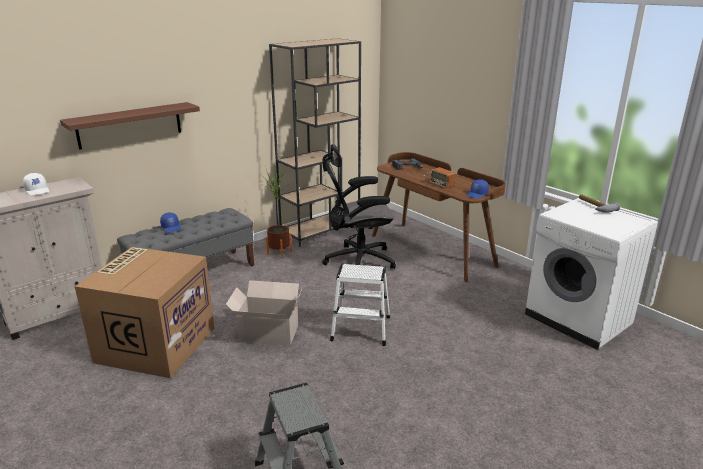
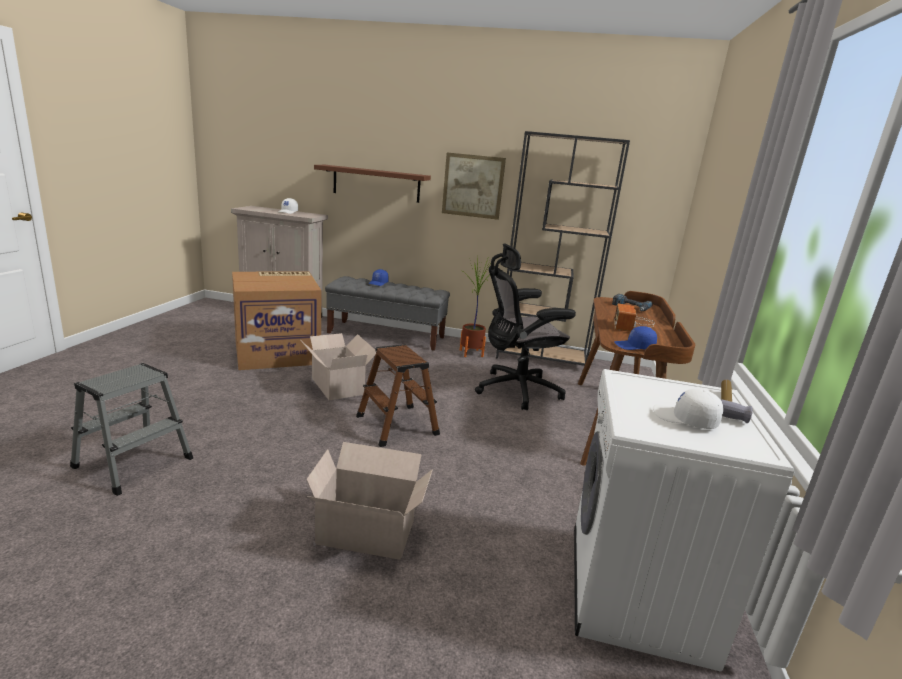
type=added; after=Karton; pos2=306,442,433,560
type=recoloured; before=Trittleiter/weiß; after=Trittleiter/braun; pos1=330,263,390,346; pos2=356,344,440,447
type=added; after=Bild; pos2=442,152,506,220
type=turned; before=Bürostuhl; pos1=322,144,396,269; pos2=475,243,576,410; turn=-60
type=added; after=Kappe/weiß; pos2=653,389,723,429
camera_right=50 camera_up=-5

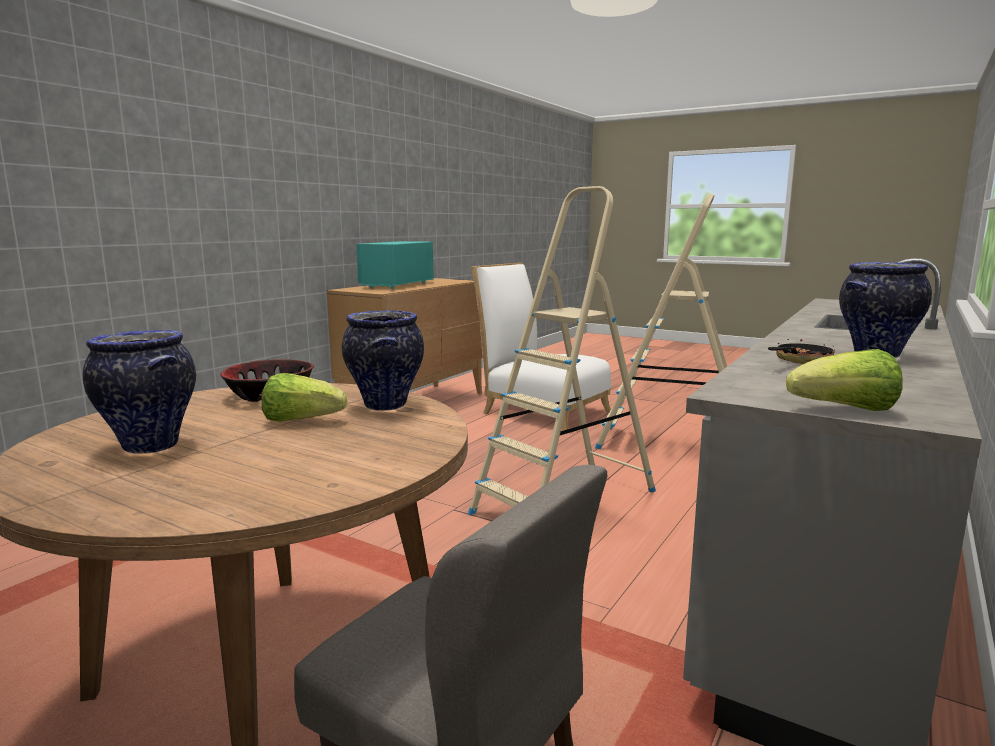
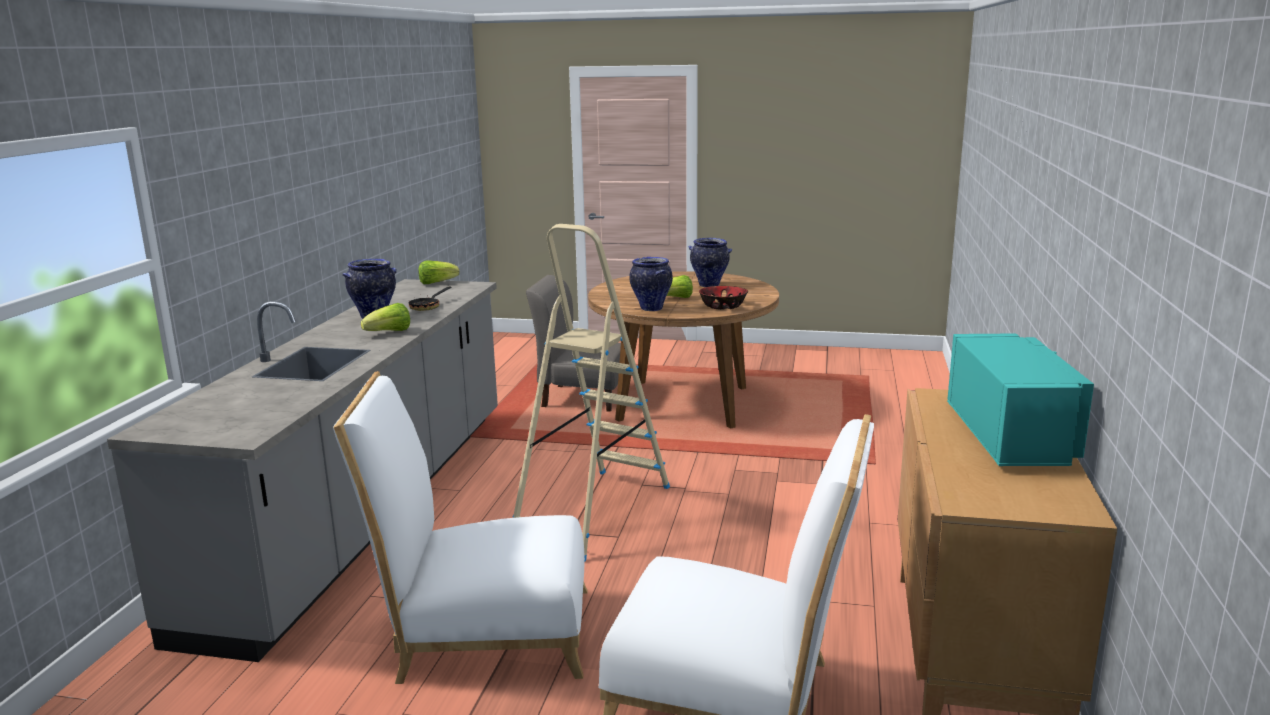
type=replaced; before=Trittleiter/beige; after=Stuhl/weiß; pos1=595,193,727,449; pos2=333,371,588,684
type=added; after=Salatkopf; pos2=361,303,410,331
camera_right=160 camera_up=5

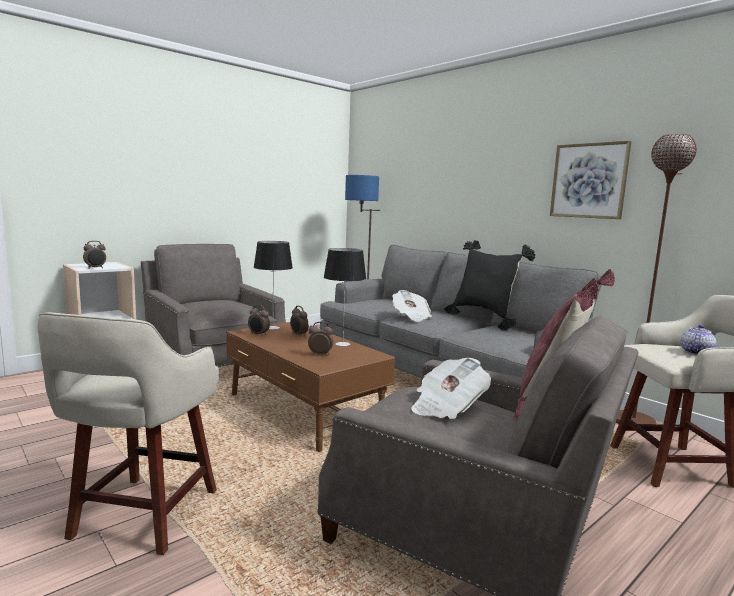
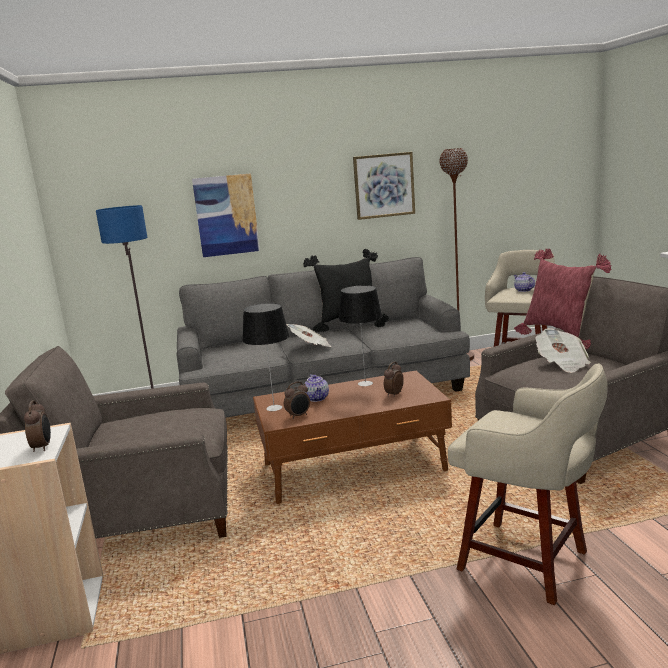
type=added; after=Bild; pos2=192,173,260,257
type=replaced; before=Wecker; after=Teekanne; pos1=290,306,308,337; pos2=304,374,329,402
camera_right=-60 camera_up=5

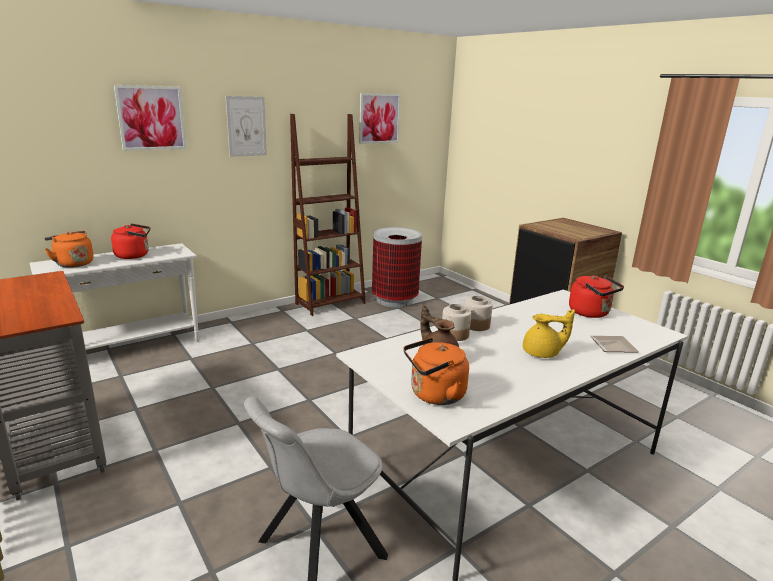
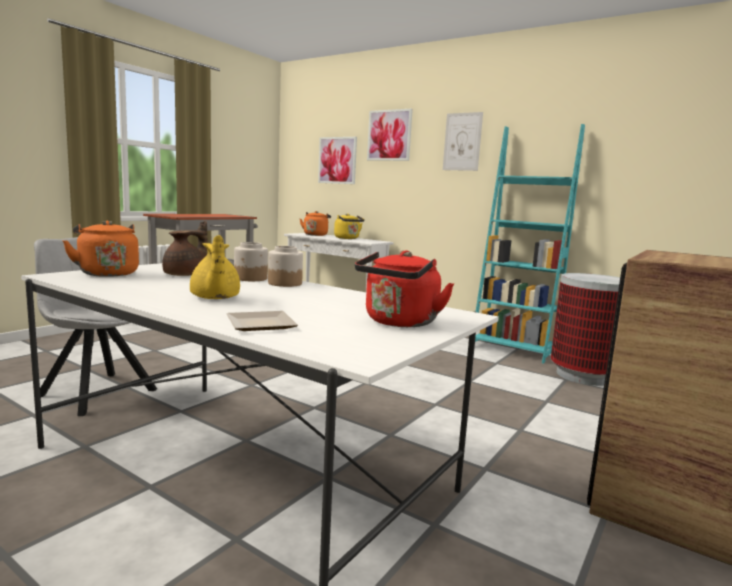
type=moved; before=Bild; pos1=359,93,401,144; pos2=318,137,357,184
type=recoloured; before=Wasserkessel/rot; after=Wasserkessel/gelb; pos1=111,224,151,259; pos2=334,214,365,239
type=recoloured; before=Bücherregal/braun; after=Bücherregal/türkis; pos1=290,114,366,316; pos2=475,124,585,364
camera_right=70 camera_up=-10

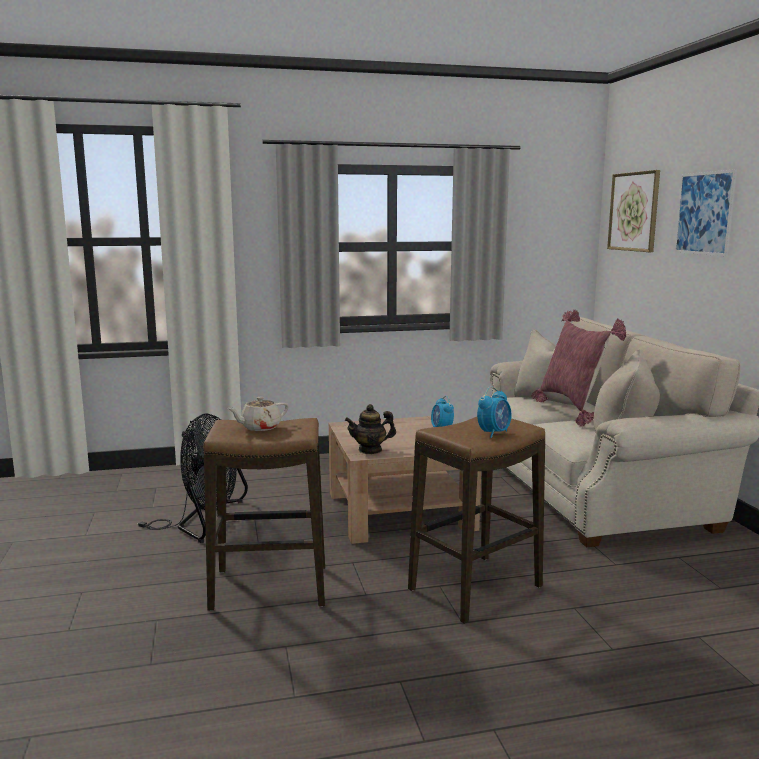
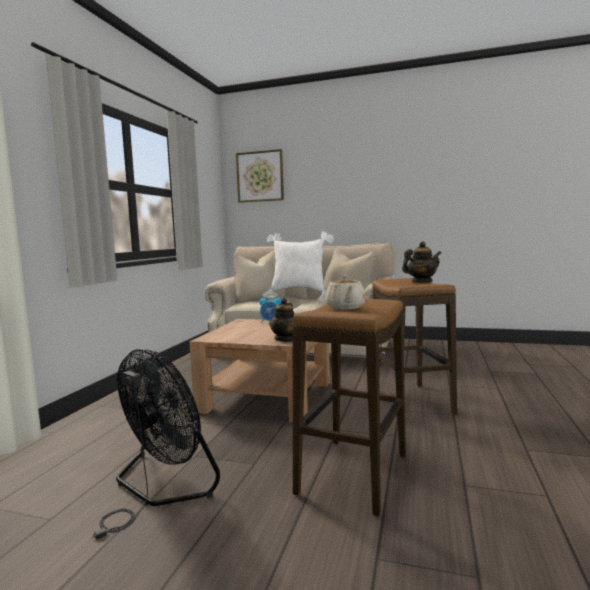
type=recoloured; before=Kissen/rot; after=Kissen/weiß; pos1=531,310,627,426; pos2=262,231,334,302
type=replaced; before=Wecker; after=Teekanne; pos1=477,386,511,438; pos2=402,241,441,282
type=removed; before=Bild; pos1=674,169,737,256
camera_right=-60 camera_up=-5

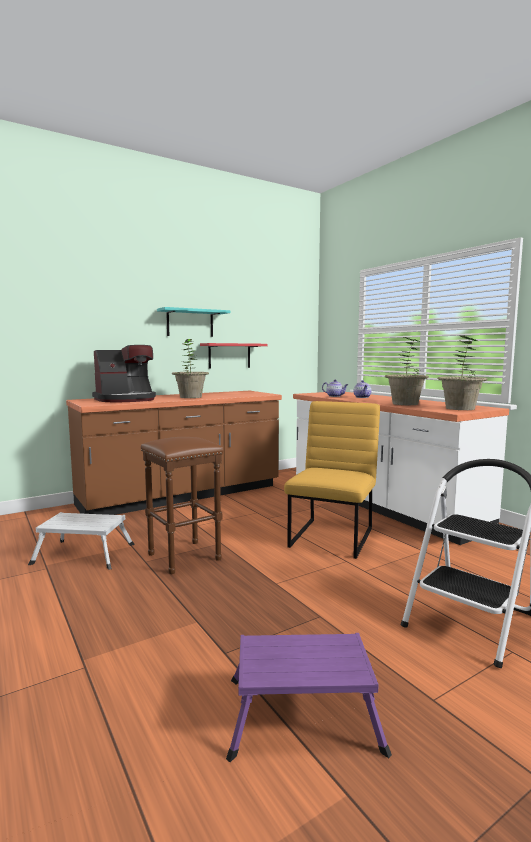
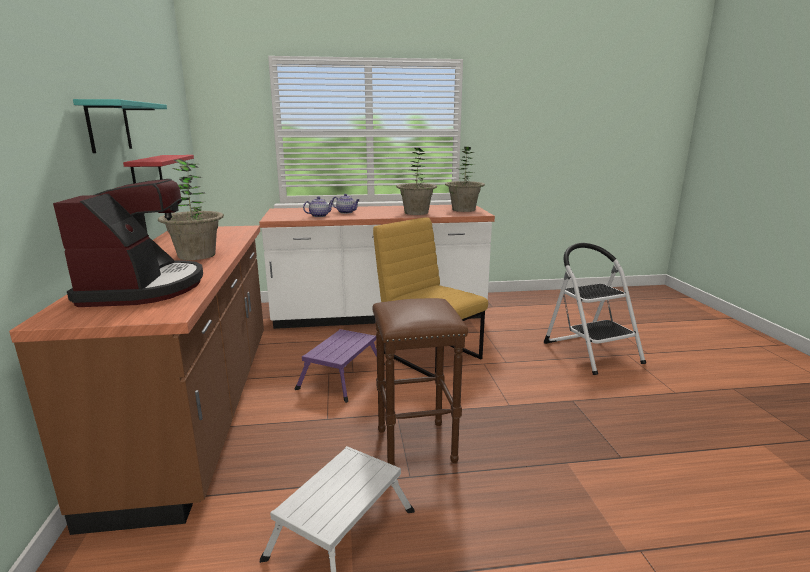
type=moved; before=Trittleiter/lila; pos1=226,633,392,762; pos2=295,329,385,403
camera_right=-65 camera_up=10

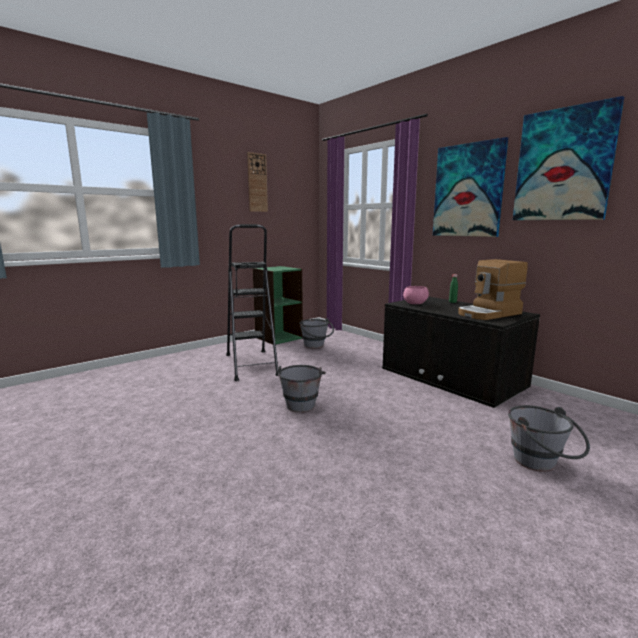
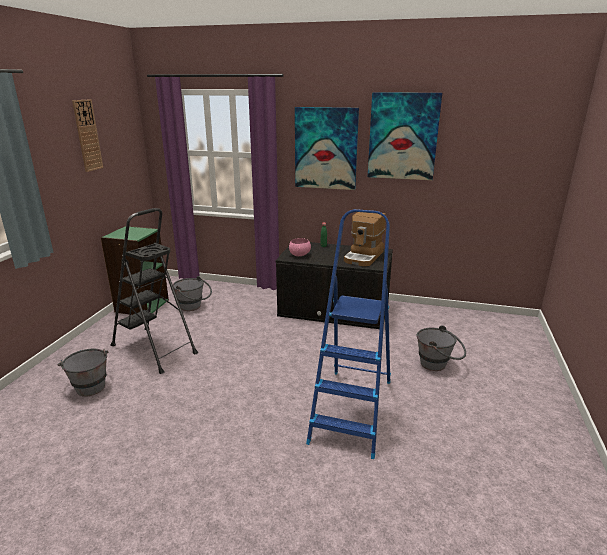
type=moved; before=Eimer/grau; pos1=277,365,326,413; pos2=58,349,108,397
type=added; after=Trittleiter/blau; pos2=306,209,391,459
camera_right=-35 camera_up=10

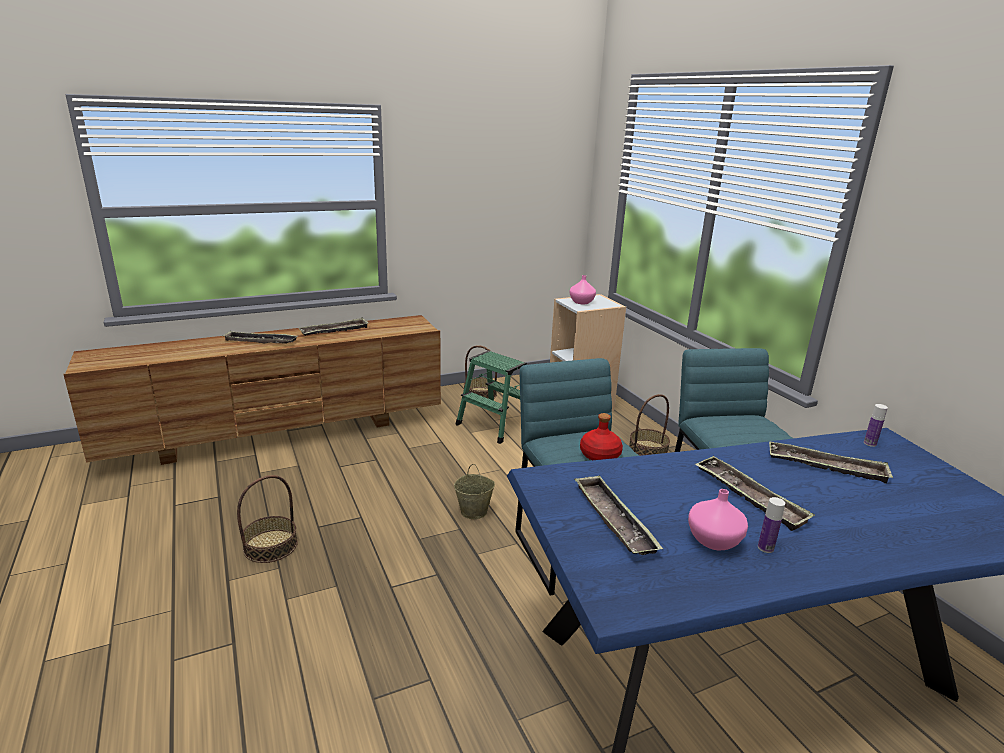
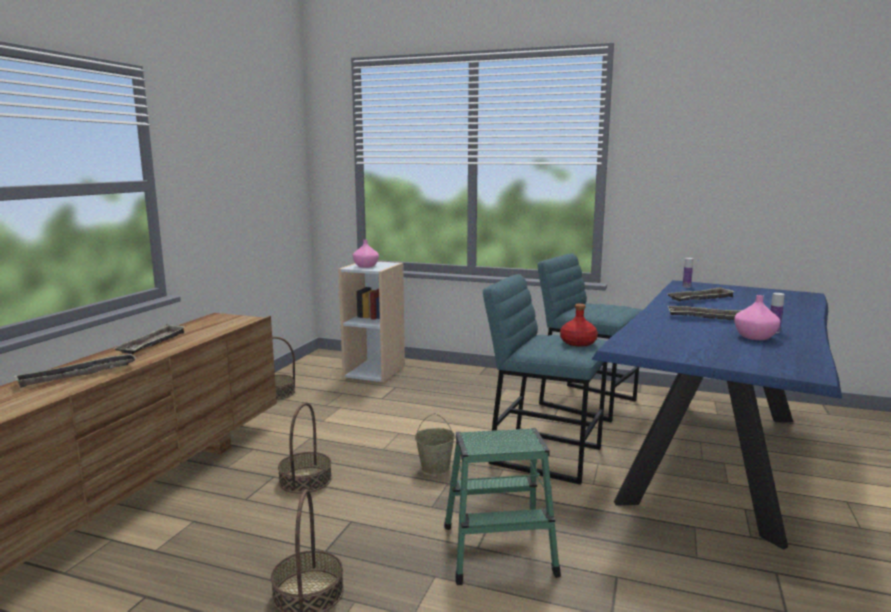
type=moved; before=Korb; pos1=629,394,670,456; pos2=278,402,332,493
type=moved; before=Trittleiter/grün; pos1=455,350,527,444; pos2=444,428,561,585
type=removed; before=Tablett; pos1=574,475,663,555
camera_right=-45 camera_up=-10

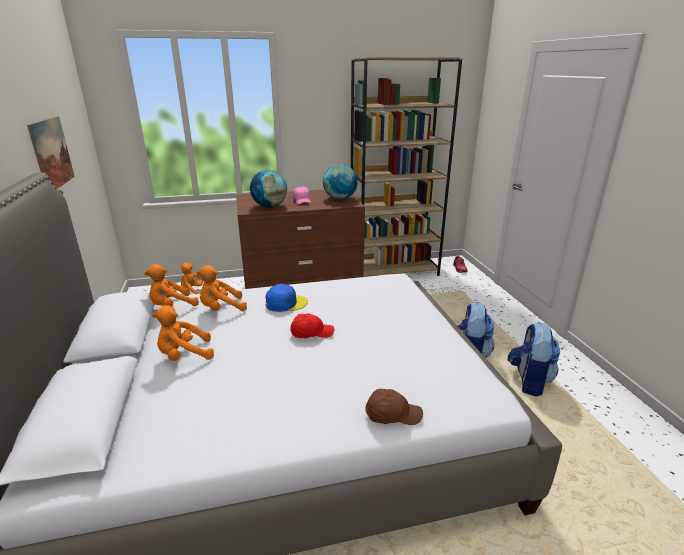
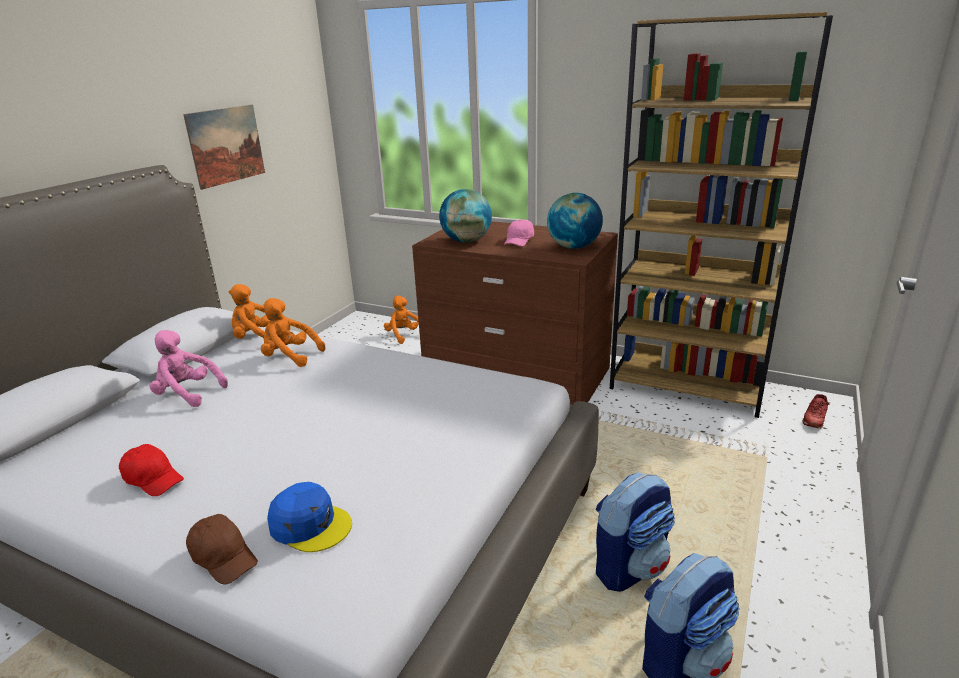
type=moved; before=Kappe/rot; pos1=290,313,334,338; pos2=119,444,184,496
type=recoloured; before=Plüschtier/orange; after=Plüschtier/rosa; pos1=152,305,214,361; pos2=149,330,228,407
type=moved; before=Kappe/blau; pos1=265,284,308,312; pos2=267,482,352,552
camera_right=40 camera_up=0

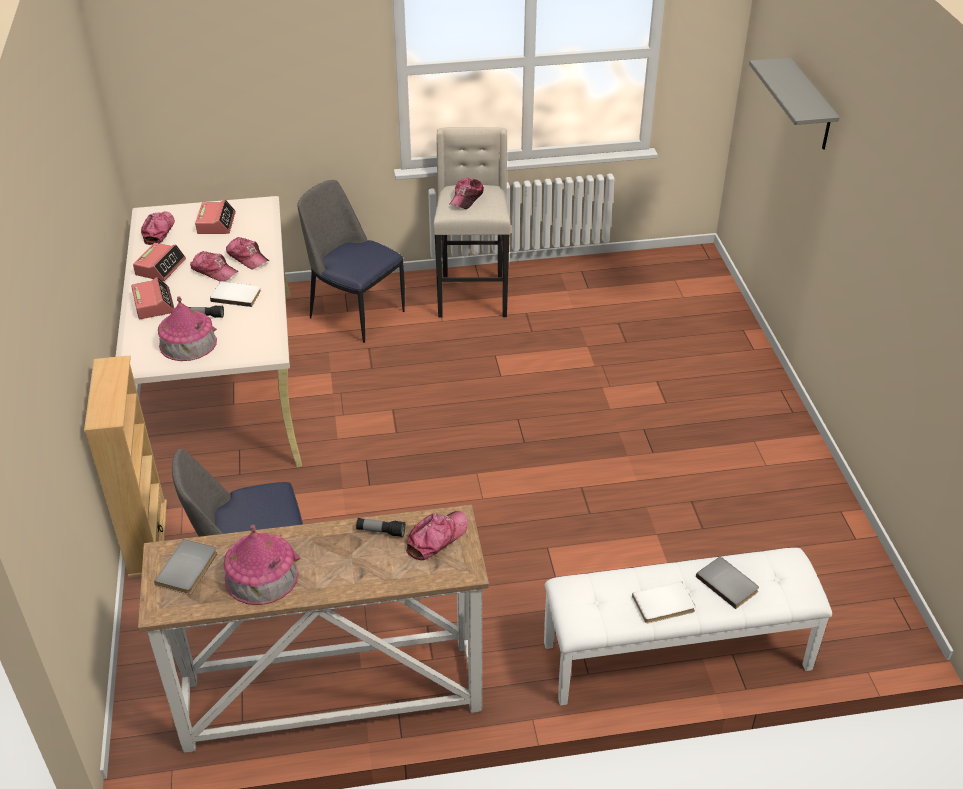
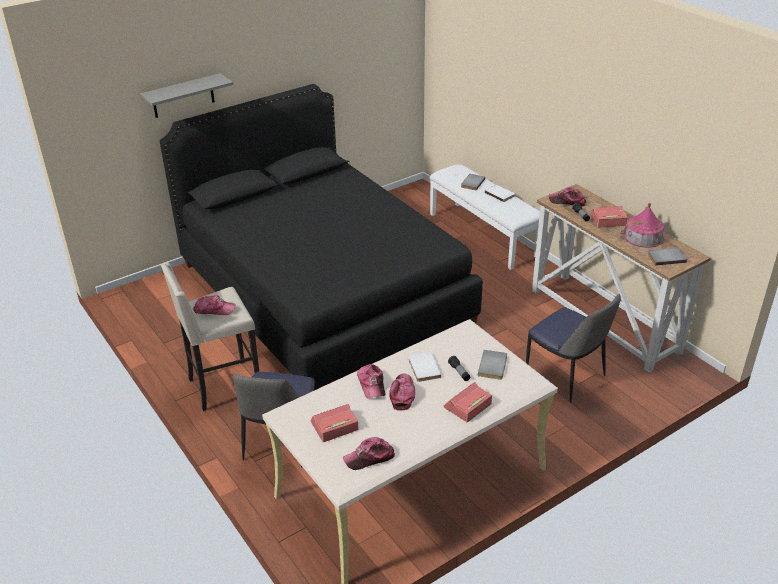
type=added; after=Bett/schwarz; pos2=160,84,483,390
type=turned; before=Kappe; pos1=226,237,269,270; pos2=357,364,385,399; turn=150
type=replaced; before=Spielzeughaus; after=Buch/grau; pos1=158,296,217,361; pos2=478,350,507,380
type=moved; before=Wecker; pos1=133,243,186,281; pos2=590,206,628,228
type=removed; before=Bücherregal/beige; pos1=84,355,167,578
camera_right=-115 camera_up=-5

